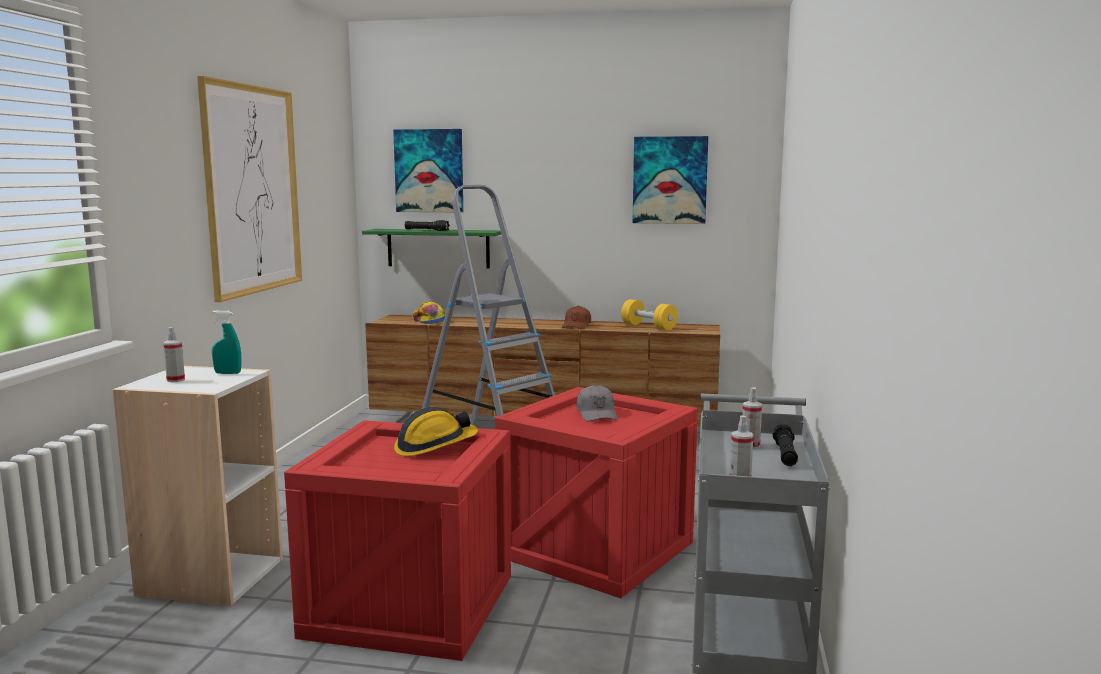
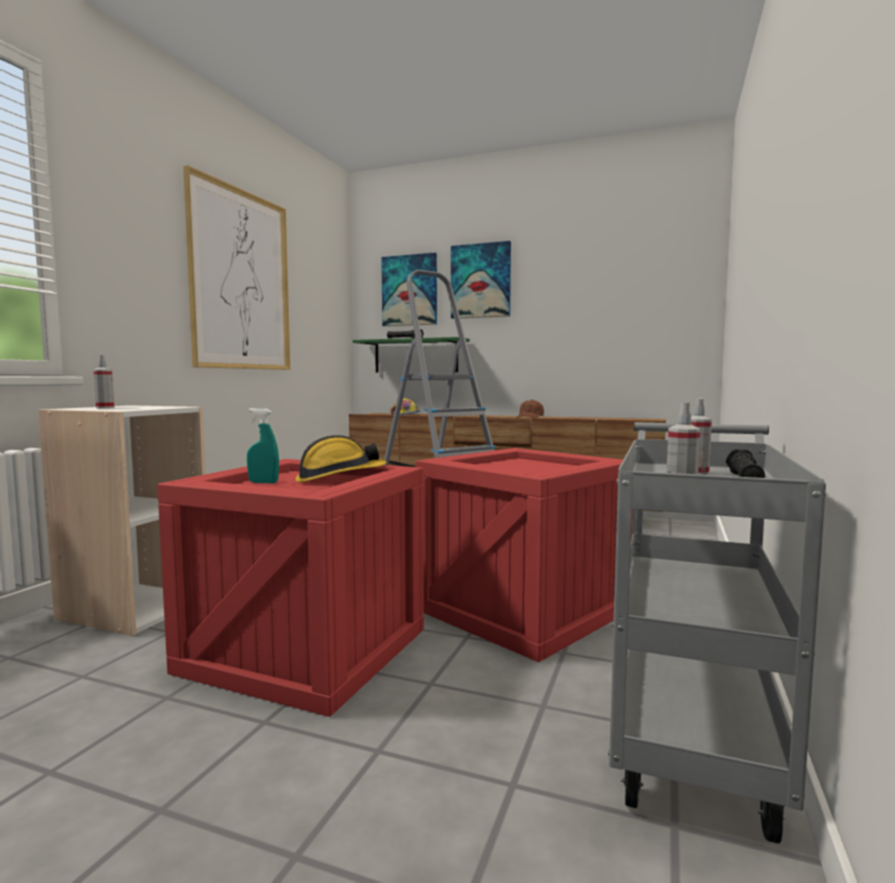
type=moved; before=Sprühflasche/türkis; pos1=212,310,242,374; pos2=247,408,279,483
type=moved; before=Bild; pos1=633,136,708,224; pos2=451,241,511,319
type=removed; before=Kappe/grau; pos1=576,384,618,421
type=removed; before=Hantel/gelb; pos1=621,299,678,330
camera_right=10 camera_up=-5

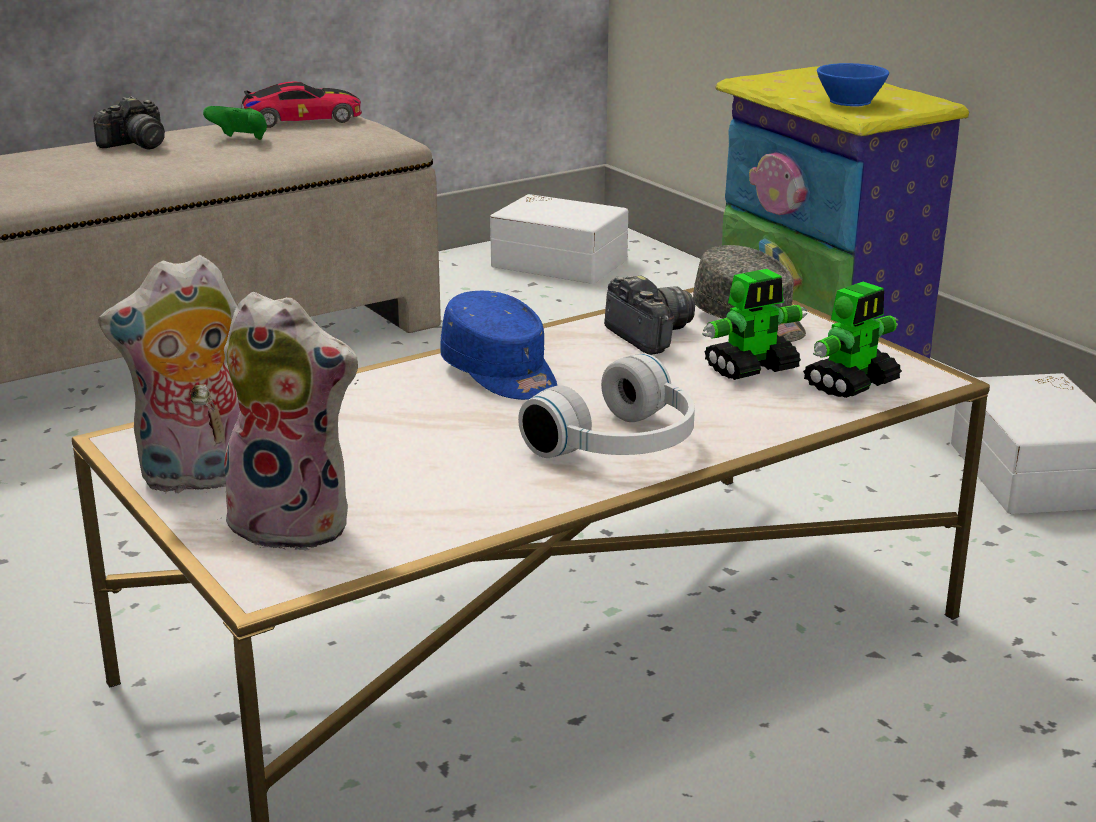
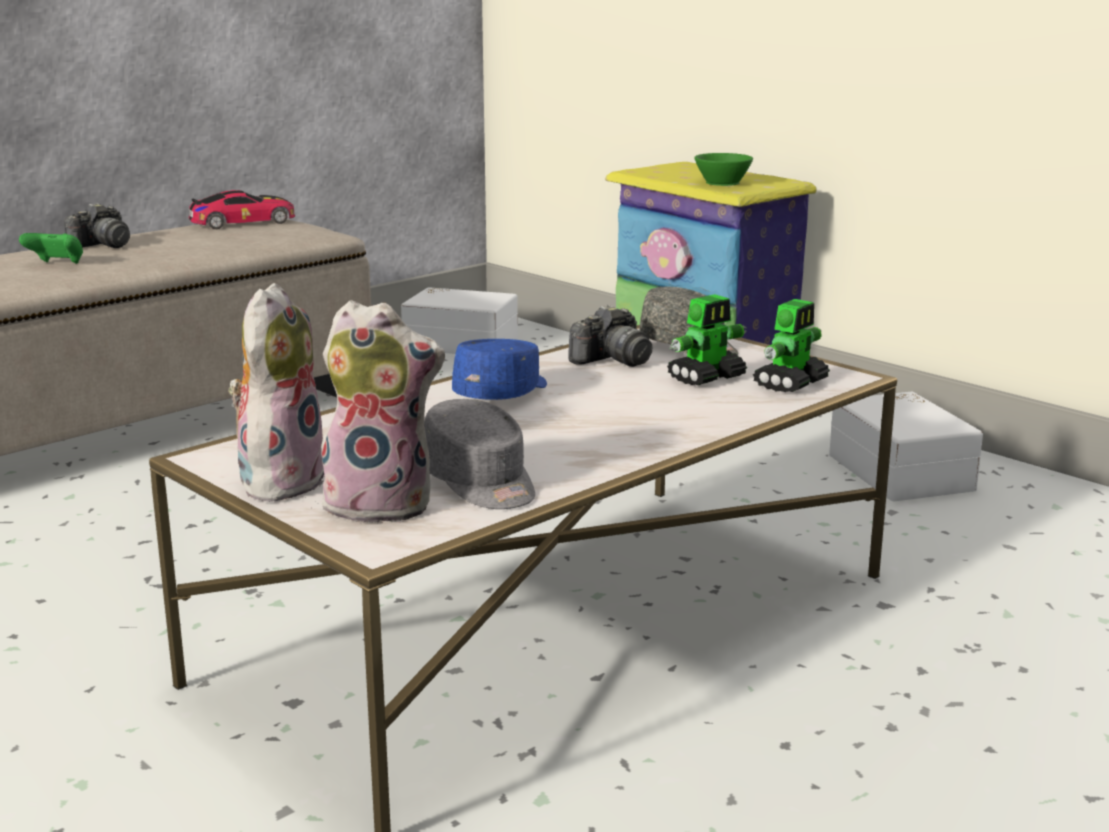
type=moved; before=Gamepad/grün; pos1=203,106,267,140; pos2=19,233,83,264
type=turned; before=Plüschtier; pos1=98,255,240,494; pos2=228,283,324,502; turn=135
type=added; after=Kappe/grau; pos2=424,399,535,509
type=turned; before=Kappe/blau; pos1=440,291,557,400; pos2=452,339,547,400; turn=-105
type=turned; before=Kamera; pos1=604,275,695,355; pos2=568,305,652,367; turn=90
type=recoloured; before=Tasse/blau; after=Tasse/grün; pos1=817,63,889,106; pos2=694,153,753,186
type=removed; before=Kopfhörer/weiß; pos1=518,354,695,458
camera_right=-10 camera_up=-5

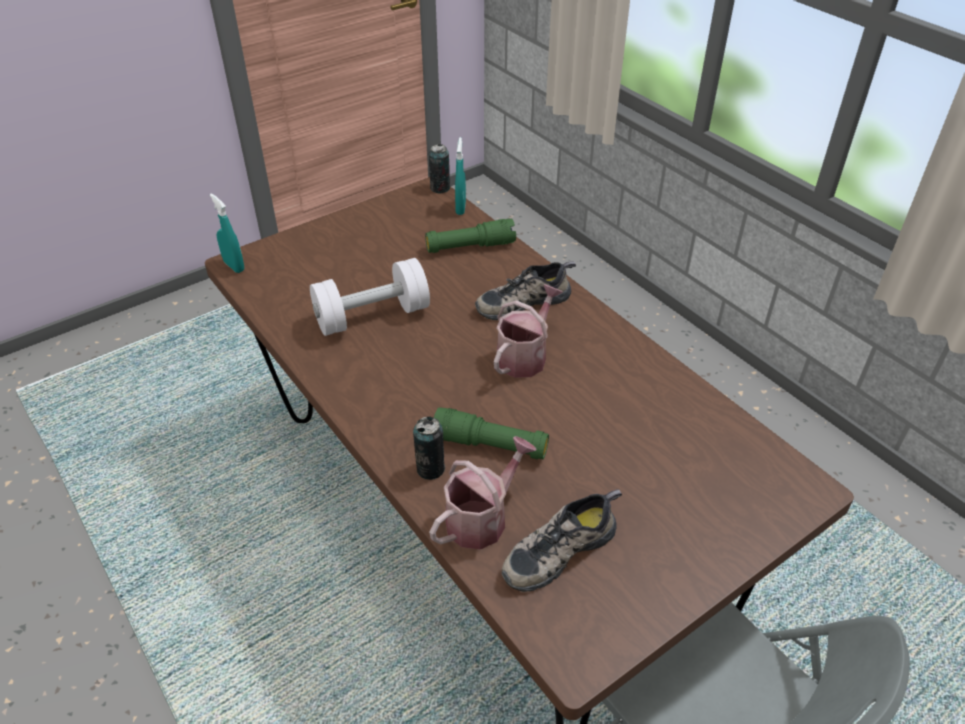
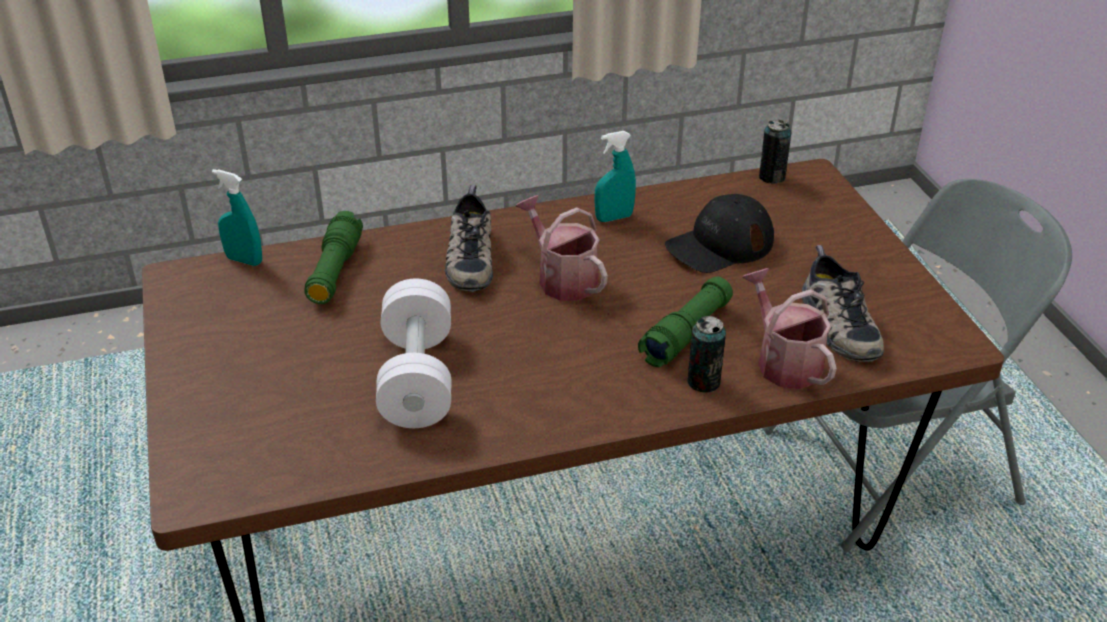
type=moved; before=Sprühflasche/türkis; pos1=210,193,244,273; pos2=594,131,636,222
type=added; after=Kappe/schwarz; pos2=665,194,774,273
type=moved; before=Dose; pos1=429,144,450,194; pos2=759,120,791,184
camera_right=-70 camera_up=-5

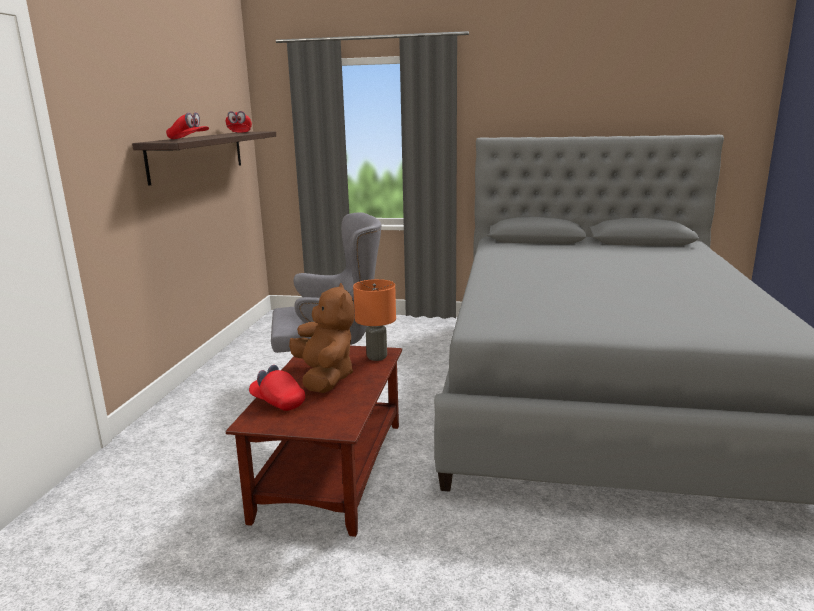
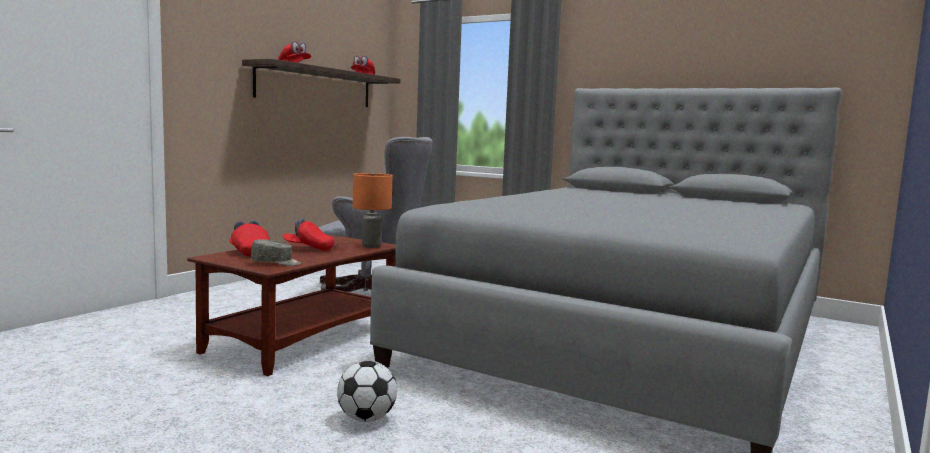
type=added; after=Kappe/grau; pos2=251,239,301,266
type=replaced; before=Plüschtier/braun; after=Kappe/rot; pos1=289,283,354,393; pos2=283,218,334,251
type=added; after=Fußball; pos2=337,361,397,422
camera_right=20 camera_up=-10

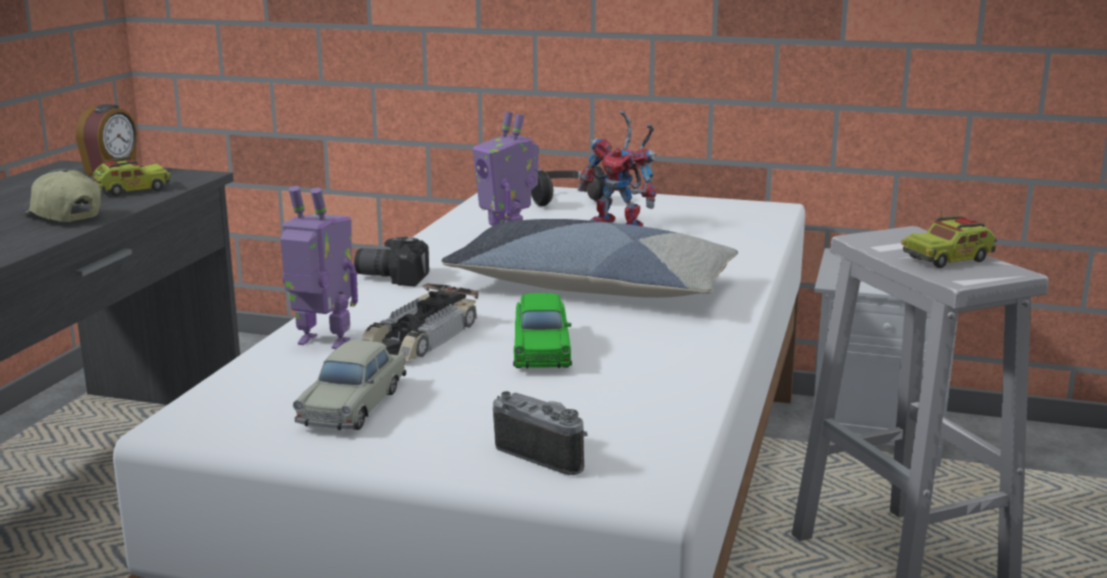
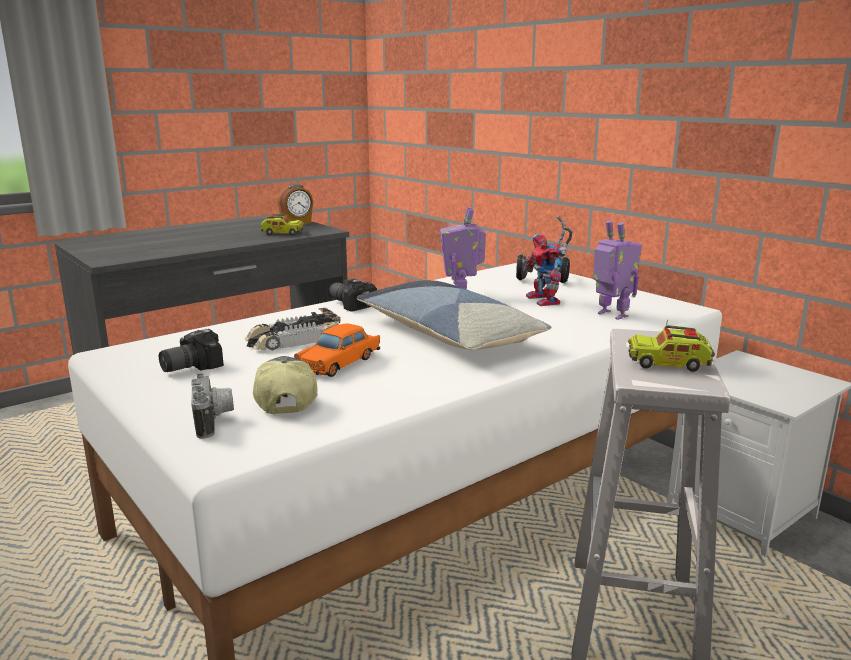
type=replaced; before=Spielzeugauto/beige; after=Kamera; pos1=293,340,406,430; pos2=159,329,224,372
type=moved; before=Kappe; pos1=20,169,101,222; pos2=253,356,318,414
type=recoloured; before=Spielzeugauto/grün; after=Spielzeugauto/orange; pos1=513,293,572,368; pos2=294,323,380,377
type=moved; before=Spielzeugroboter; pos1=280,186,358,349; pos2=593,220,642,320
camera_right=35 camera_up=0

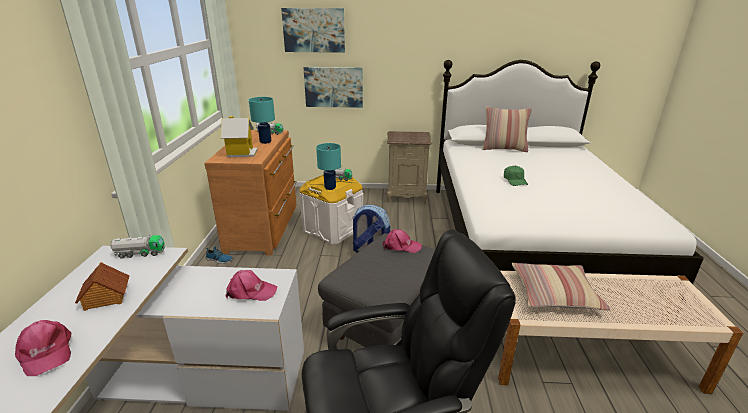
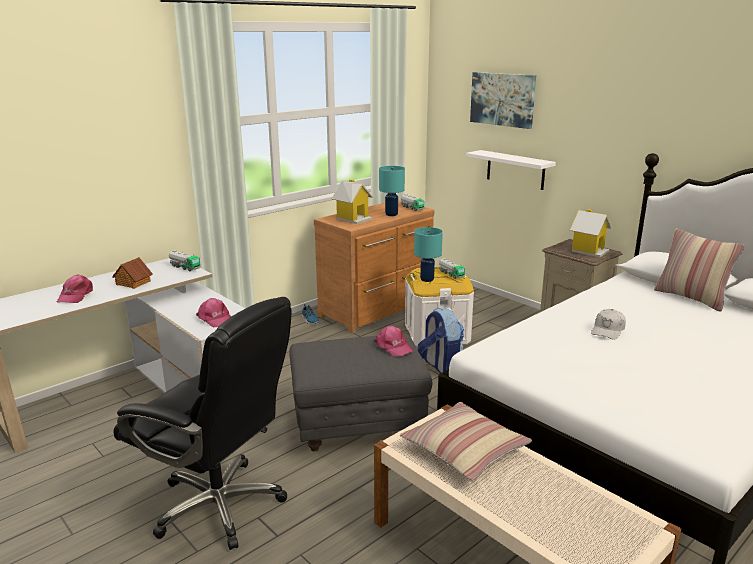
type=replaced; before=Bild; after=Wandregal/weiß; pos1=303,67,363,108; pos2=466,150,556,190
type=added; after=Spielzeughaus; pos2=570,209,611,258
type=recoloured; before=Kappe/grün; after=Kappe/weiß; pos1=504,165,528,186; pos2=591,309,626,340
camera_right=45 camera_up=-5

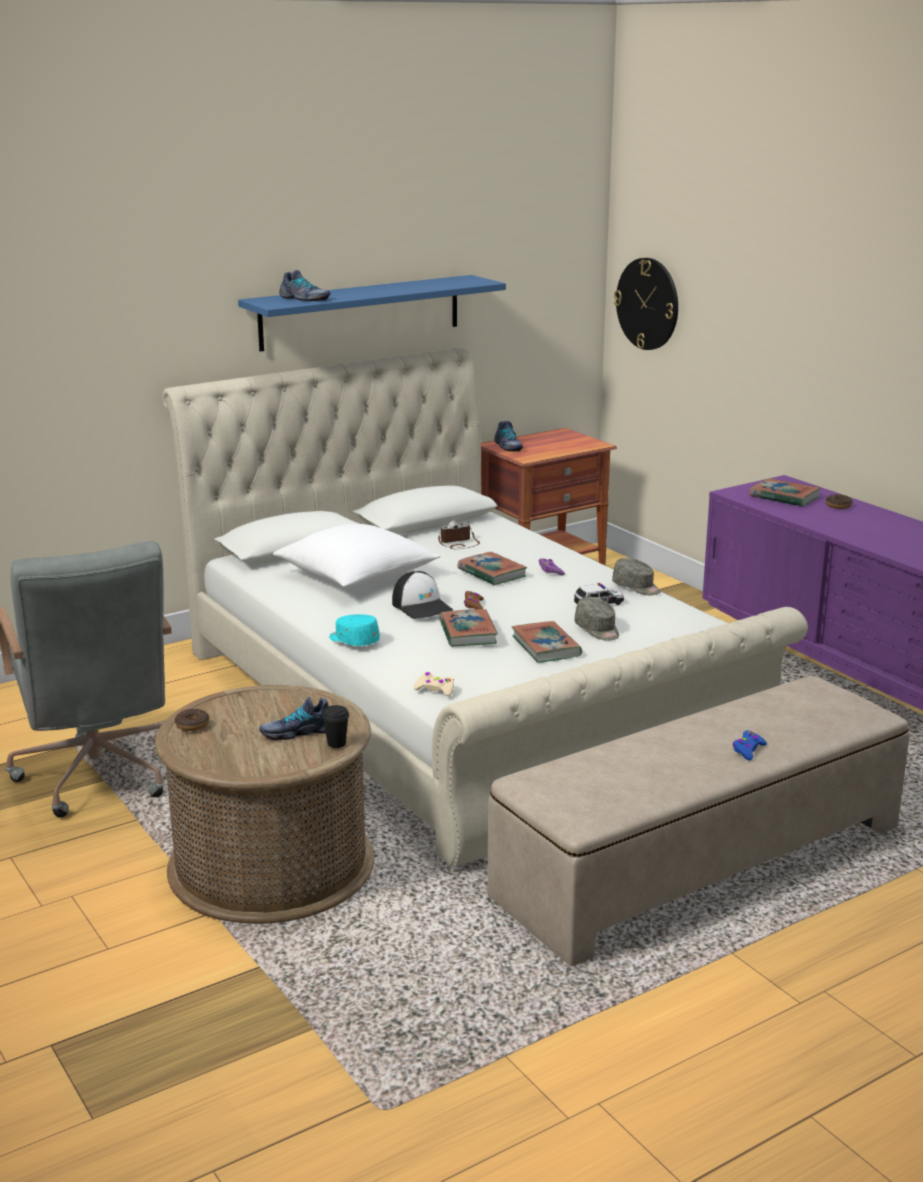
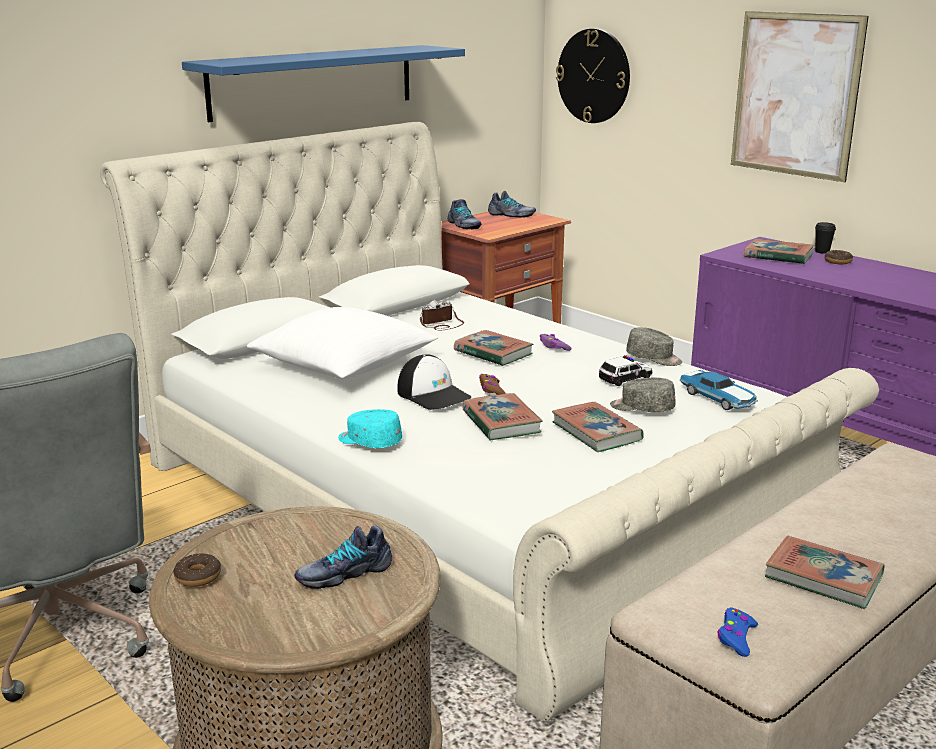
type=moved; before=Schuh; pos1=279,270,331,301; pos2=488,191,536,218
type=turned; before=Kappe/grau; pos1=574,597,619,641; pos2=610,378,676,413; turn=150
type=added; after=Spielzeugauto; pos2=680,370,758,410
type=moved; before=Gamepad/blau; pos1=733,730,767,760; pos2=717,607,758,657
type=added; after=Bild; pos2=731,11,869,182
type=added; after=Buch; pos2=765,536,885,609
type=moved; before=Tasse/schwarz; pos1=322,705,349,748; pos2=815,222,836,254
type=removed; before=Gamepad/beige; pos1=414,672,454,696
camera_right=-10 camera_up=0

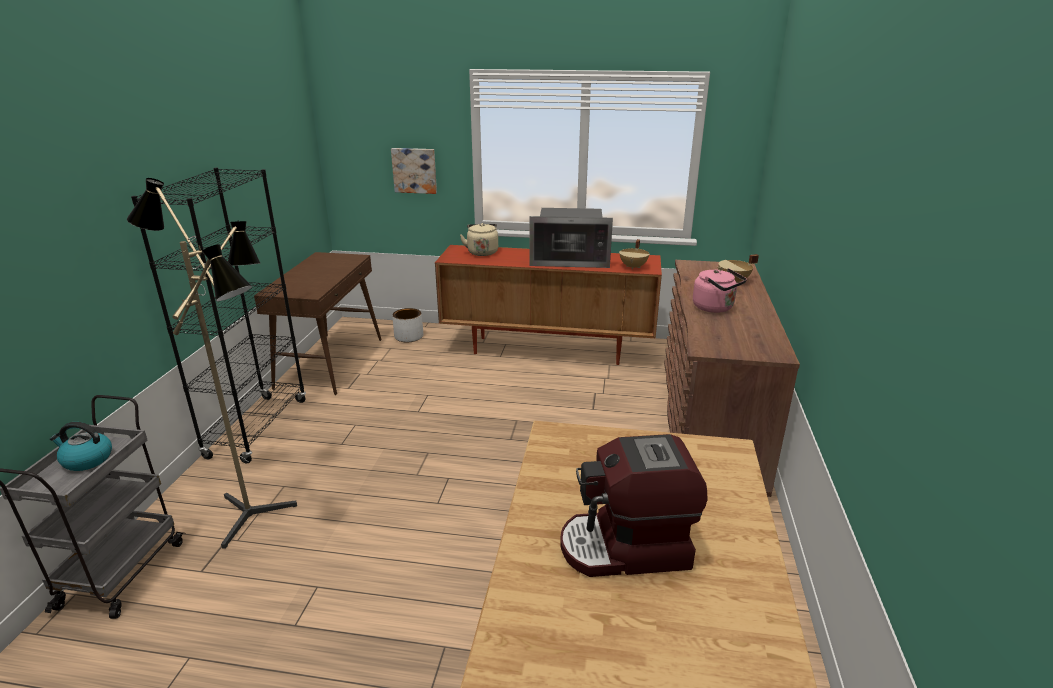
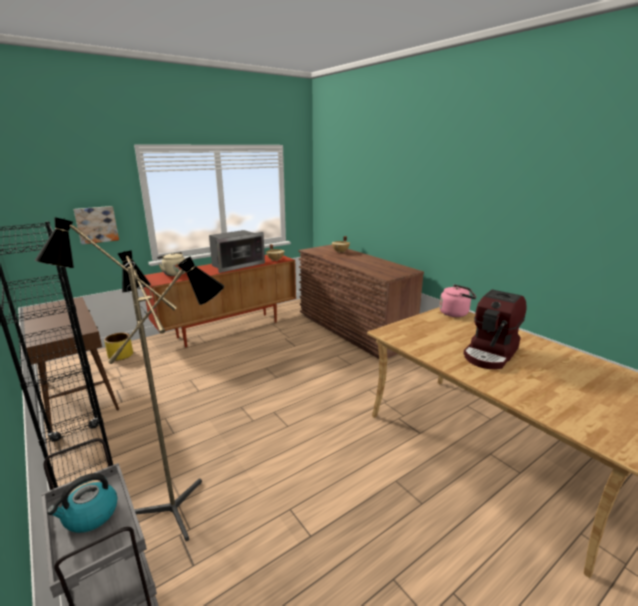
type=recoloured; before=Pflanzkübel/weiß; after=Pflanzkübel/gelb; pos1=392,308,423,342; pos2=104,333,133,361
type=moved; before=Wasserkessel/rosa; pos1=693,268,747,313; pos2=439,284,477,317
camera_right=-45 camera_up=-5

